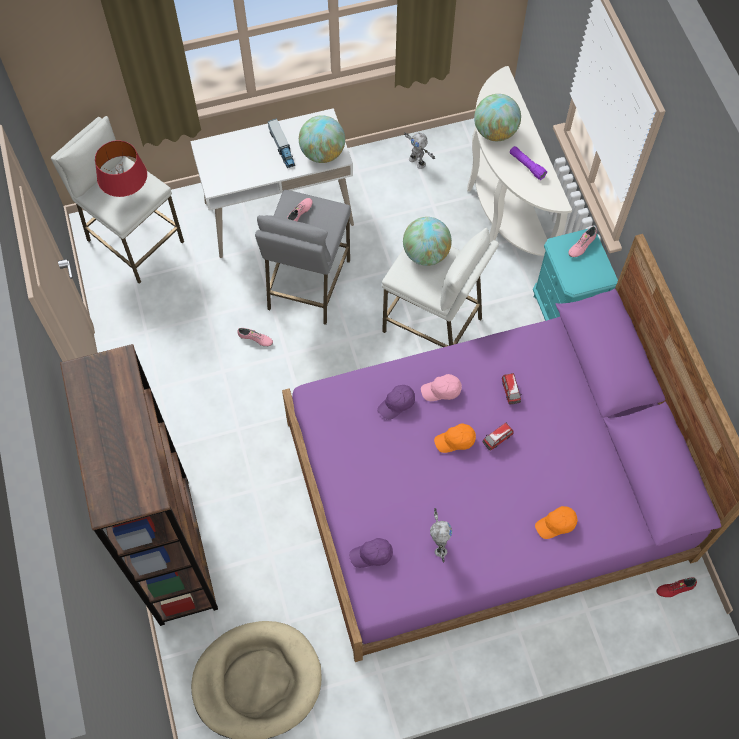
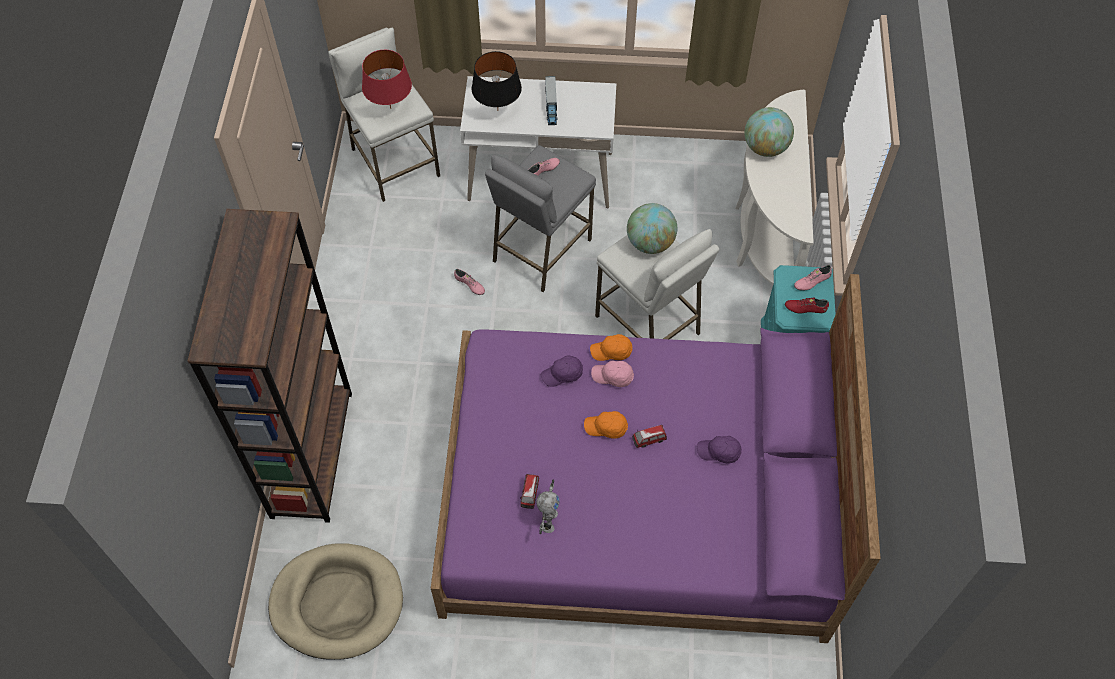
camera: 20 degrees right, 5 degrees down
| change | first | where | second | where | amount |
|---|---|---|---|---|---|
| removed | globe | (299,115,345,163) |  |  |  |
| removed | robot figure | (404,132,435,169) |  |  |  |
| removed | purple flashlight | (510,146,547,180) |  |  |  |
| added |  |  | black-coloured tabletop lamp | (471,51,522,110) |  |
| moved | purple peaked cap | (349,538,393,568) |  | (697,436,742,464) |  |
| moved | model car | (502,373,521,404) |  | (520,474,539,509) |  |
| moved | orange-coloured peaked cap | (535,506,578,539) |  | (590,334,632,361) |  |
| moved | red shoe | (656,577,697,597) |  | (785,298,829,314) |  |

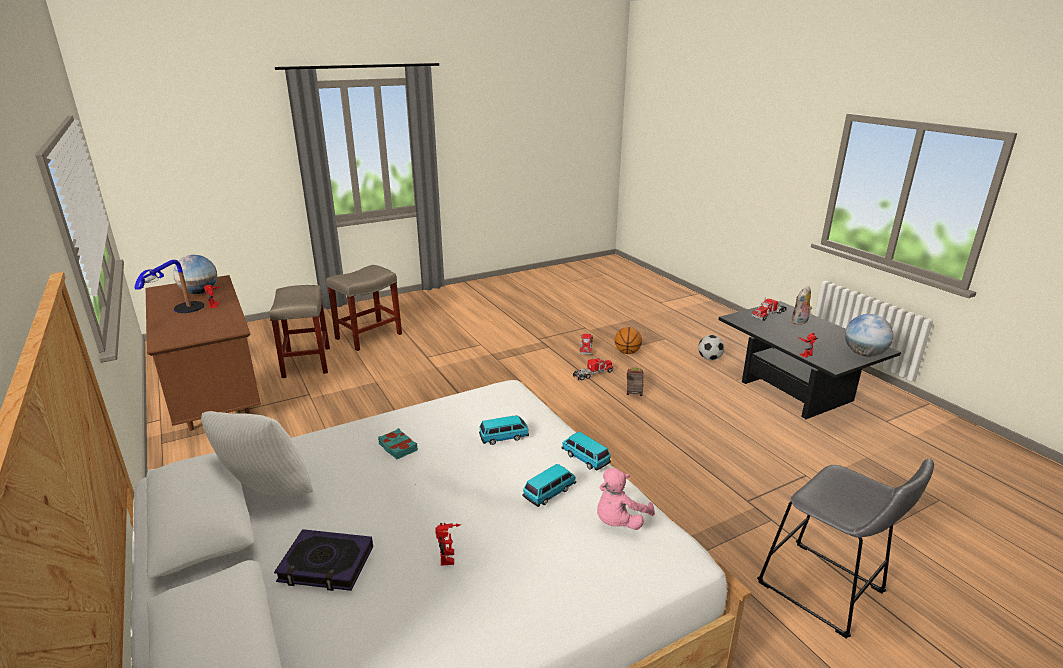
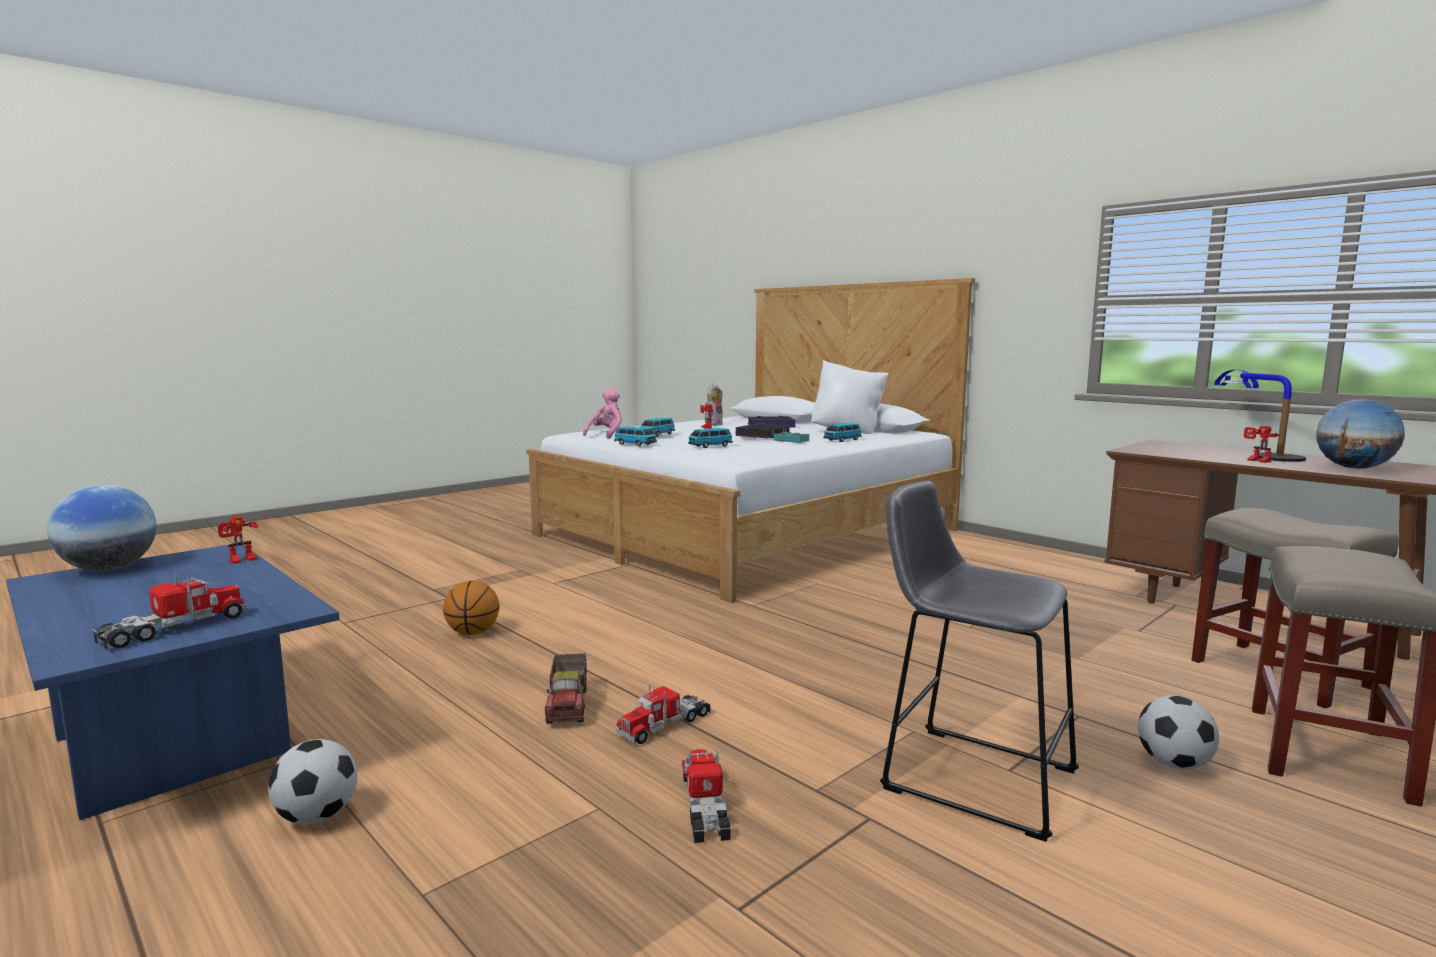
camera: 165 degrees right, 15 degrees down
| change | first | where | second | where | amount |
|---|---|---|---|---|---|
| added |  |  | volume | (736,423,791,438) |  |
| added |  |  | model car | (823,423,862,442) |  |
| added |  |  | ball for football | (1138,696,1219,769) |  |
| moved | basketball ball | (615,327,642,354) |  | (443,581,499,635) |  |
| moved | gray sitting stool | (757,458,934,639) |  | (880,481,1079,842) |  |
| moved | soft toy | (791,286,812,325) |  | (705,383,723,425) |  |
| recoloured | black-coloured lounge table | (718,301,901,419) | blue-coloured lounge table | (6,545,340,820) |  |

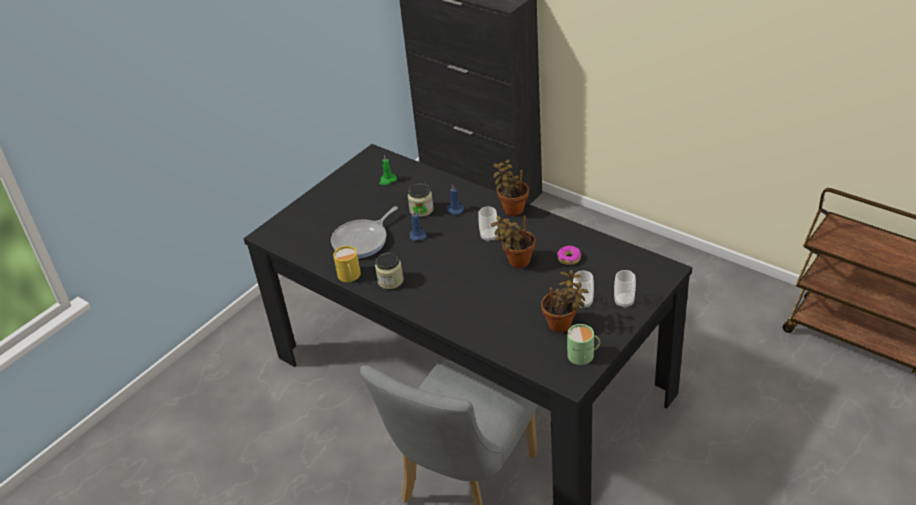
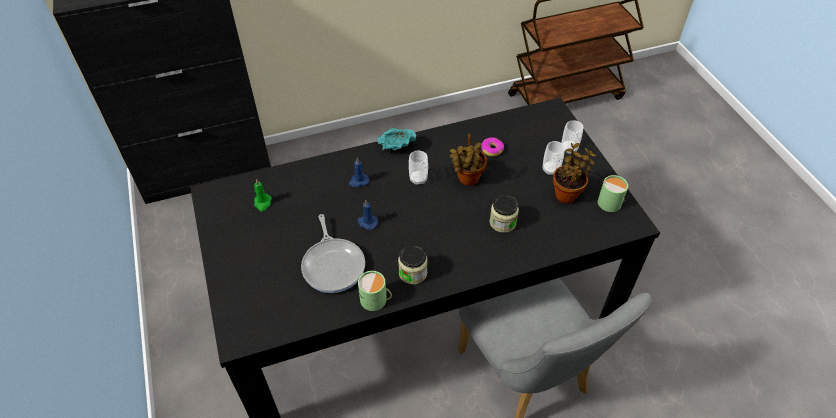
camera: 60 degrees left, 10 degrees up
| change | first | where | second | where | amount |
|---|---|---|---|---|---|
| moved | storage jar | (408,183,434,217) |  | (490,195,519,233) |  |
| replaced | potted plant | (493,160,529,216) | turquoise-coloured serving bowl | (377,128,416,151) |  |
| recoloured | yellow tea mug | (333,246,361,282) | green tea mug | (358,271,392,311) |  |

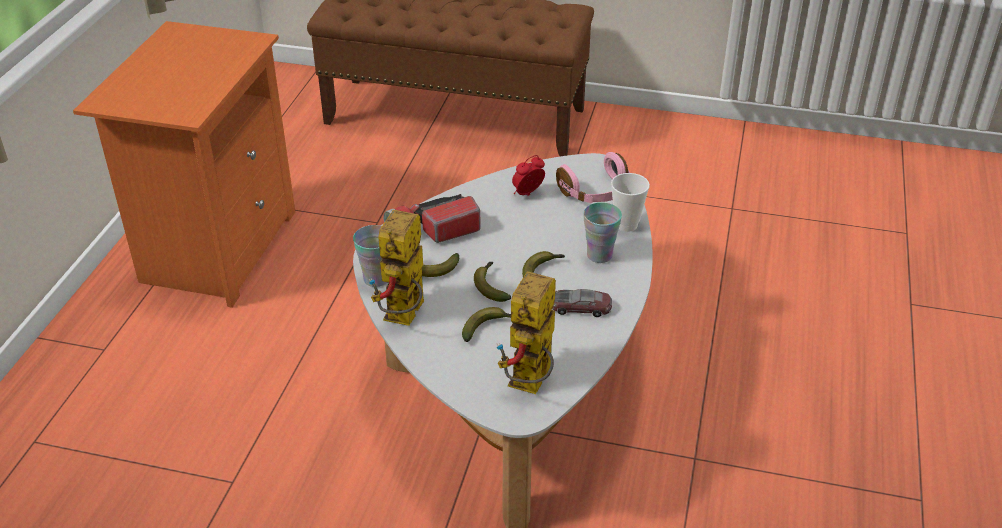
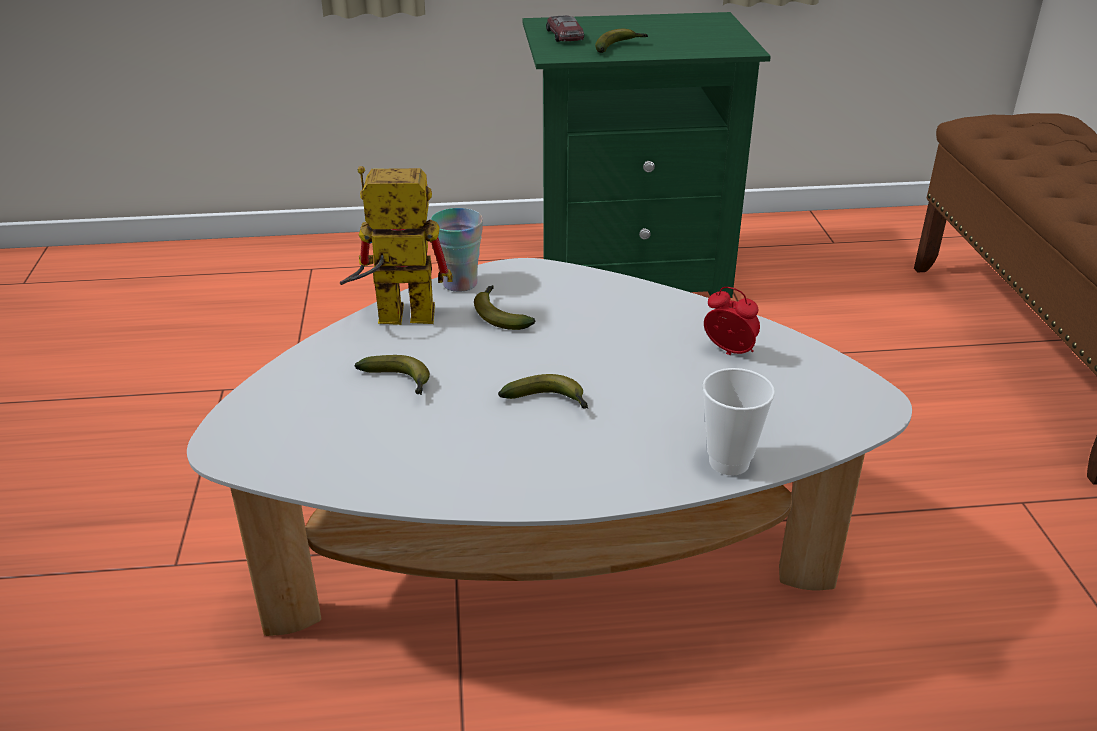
camera: 70 degrees right, 5 degrees down
| change | first | where | second | where | amount |
|---|---|---|---|---|---|
| removed | flashlight | (383,194,481,243) |  |  |  |
| removed | robot figure | (497,271,556,394) |  |  |  |
| removed | pink pair of headphones | (556,152,630,203) |  |  |  |
| removed | small cup | (583,202,622,263) |  |  |  |
| moved | whole banana | (474,262,511,302) |  | (595,29,648,53) |  |
| moved | model car | (552,289,612,317) |  | (546,15,584,42) |  |
| recoloured | orange-coloured bedside table | (73,21,295,308) | green bedside table | (522,12,771,298) |  |

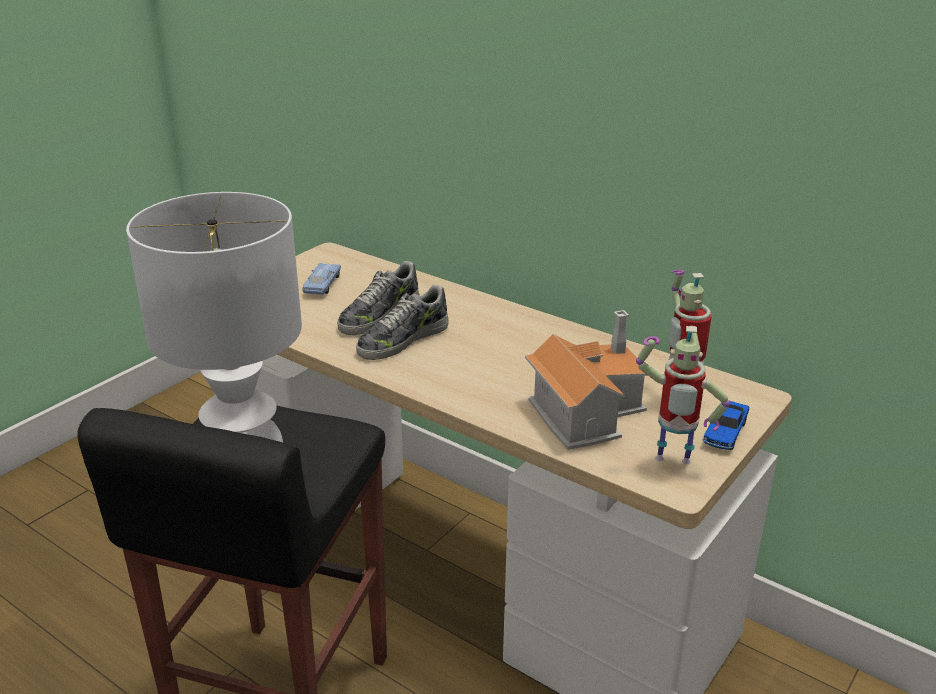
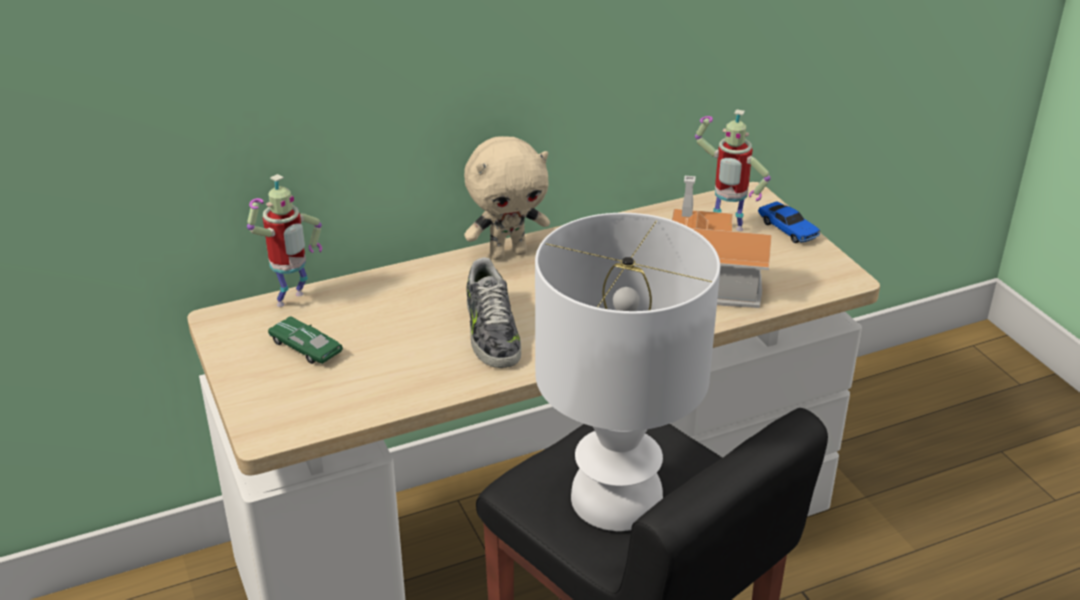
camera: 60 degrees left, 5 degrees up
| change | first | where | second | where | amount |
|---|---|---|---|---|---|
| removed | shoe | (337,261,420,335) |  |  |  |
| added |  |  | sand-coloured soft toy | (464,136,550,260) |  |
| moved | robot figure | (636,326,730,464) |  | (247,174,322,307) |  |
| recoloured | blue-coloured model car | (302,263,341,295) | green model car | (268,317,343,364) |  |

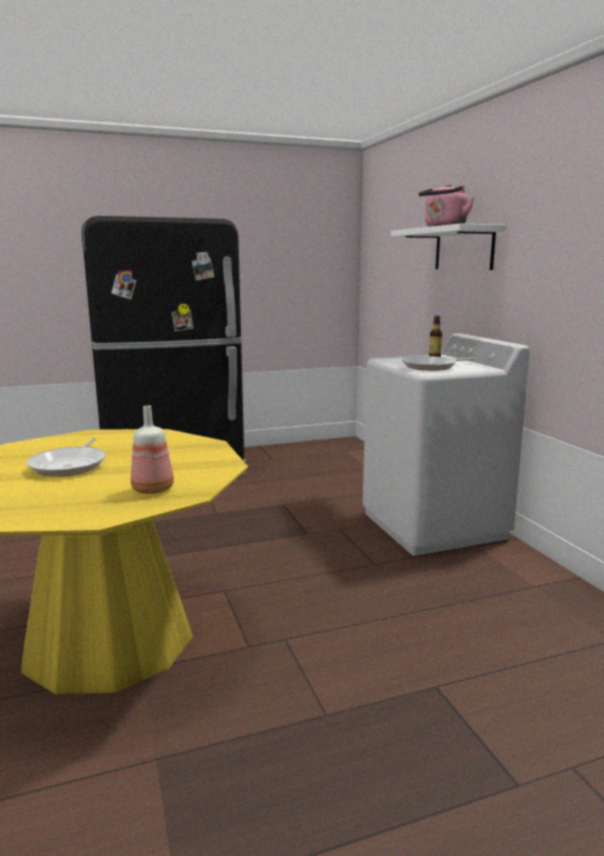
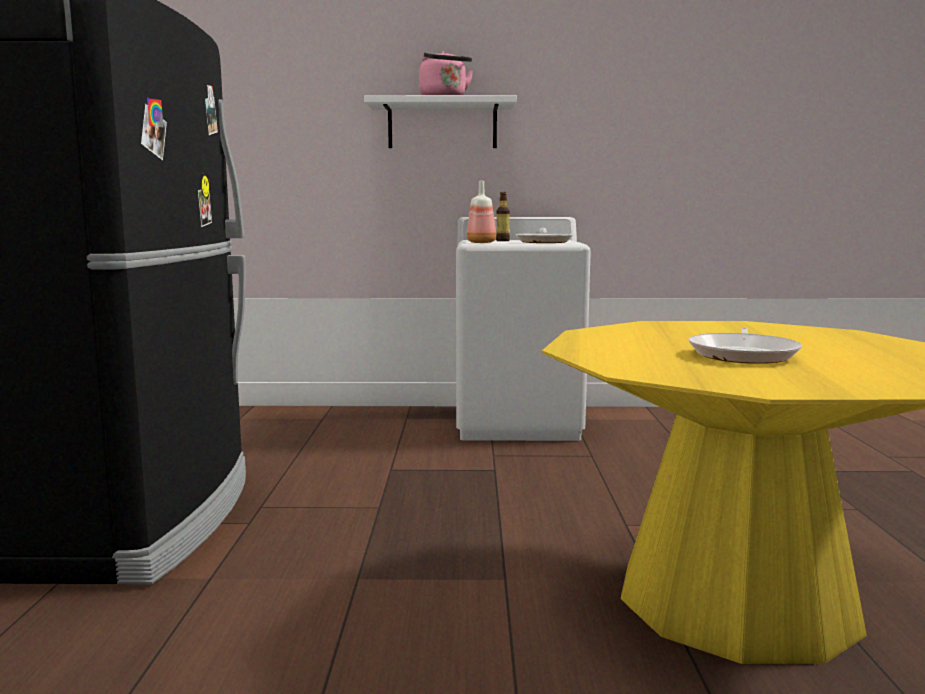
camera: 70 degrees left, 5 degrees down
| change | first | where | second | where | amount |
|---|---|---|---|---|---|
| moved | bottle | (131,405,174,494) |  | (467,181,496,243) |  |
| turned | skillet | (26,437,106,477) |  | (688,328,802,364) | 90 degrees clockwise |

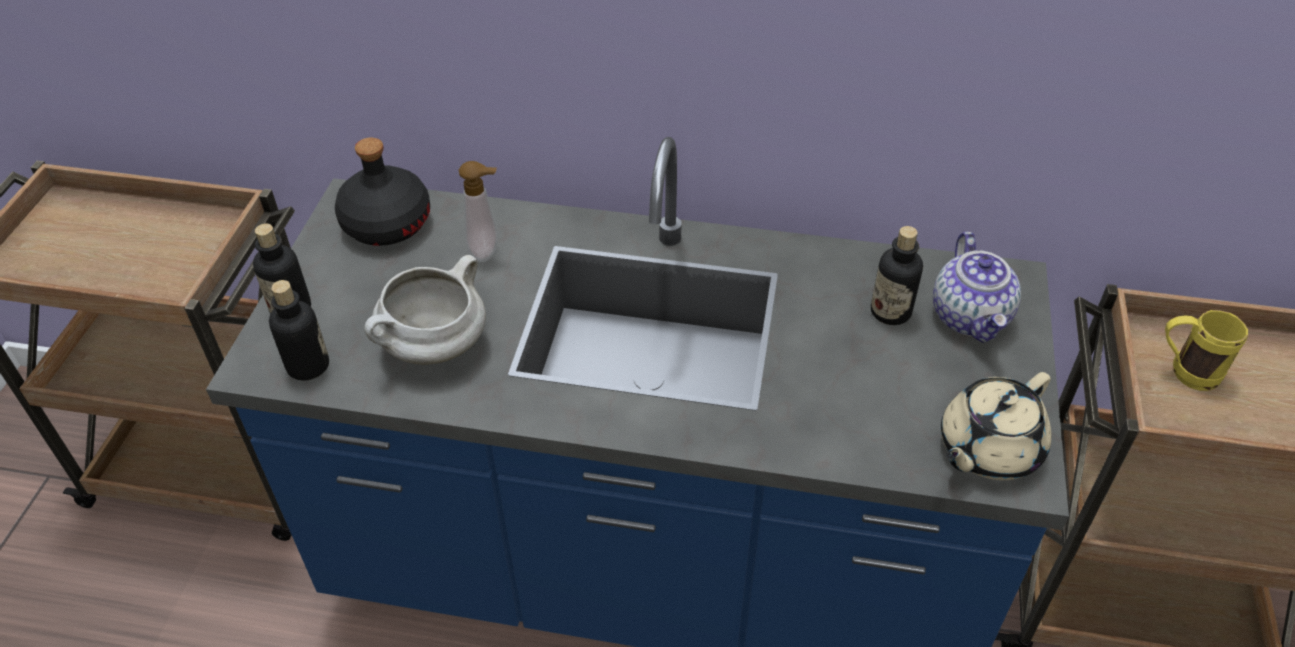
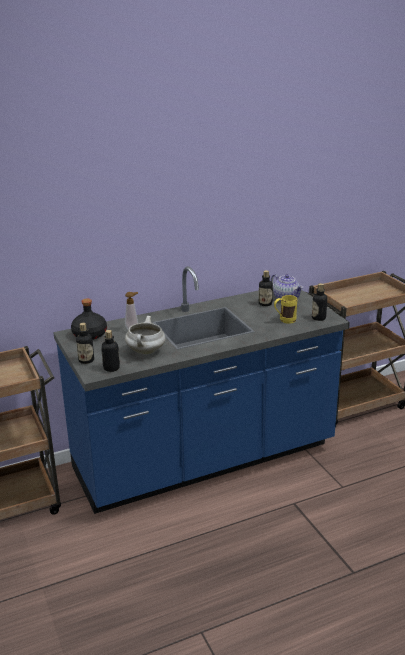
camera: 35 degrees left, 20 degrees down
| change | first | where | second | where | amount |
|---|---|---|---|---|---|
| moved | yellow tea mug | (1165,310,1248,391) |  | (274,295,297,324) |  |
| replaced | sand-coloured tea pot | (941,372,1052,480) | bottle | (312,283,327,321) |  |

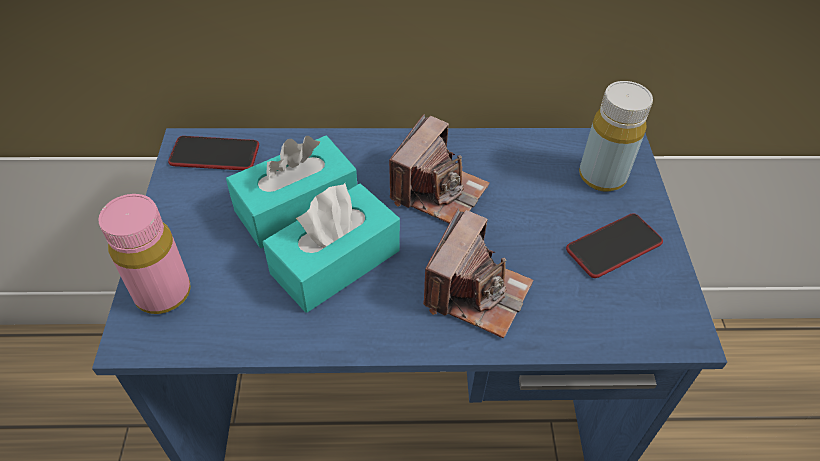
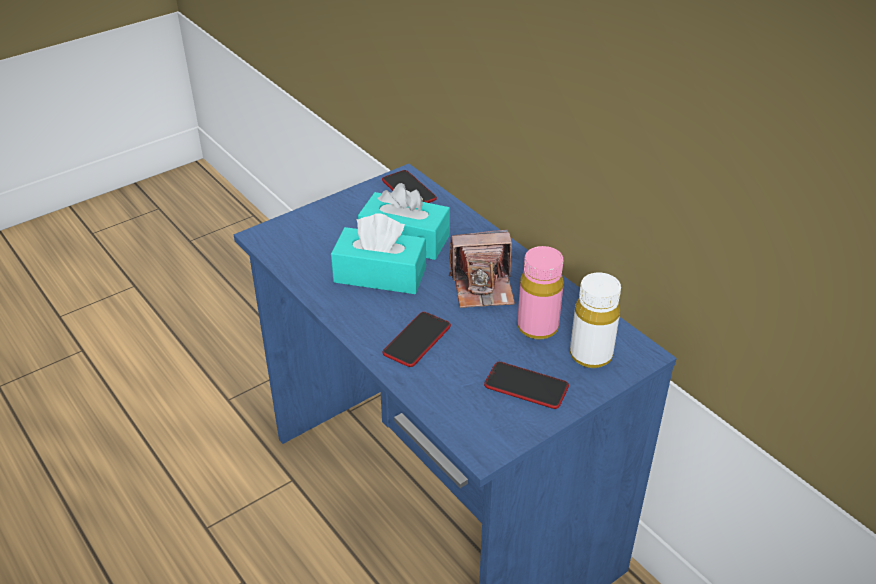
camera: 55 degrees right, 10 degrees down
| change | first | where | second | where | amount |
|---|---|---|---|---|---|
| moved | pink bottle | (99,194,191,314) |  | (517,246,564,340) |  |
| replaced | still camera | (423,208,533,338) | phone | (382,312,451,367) |  |
| recoloured | yellow bottle | (579,81,653,192) | whitish bottle | (570,272,621,368) |  |

